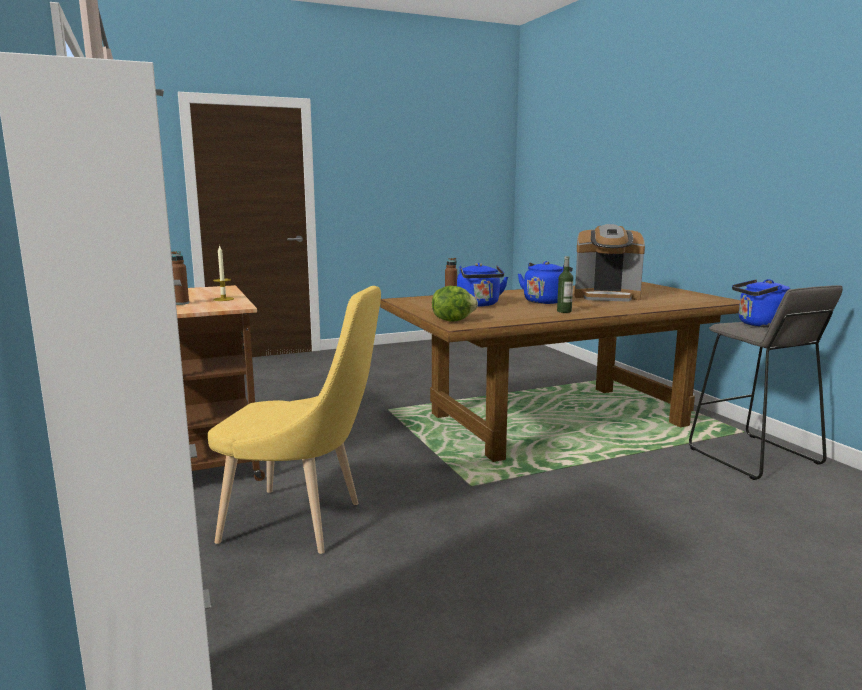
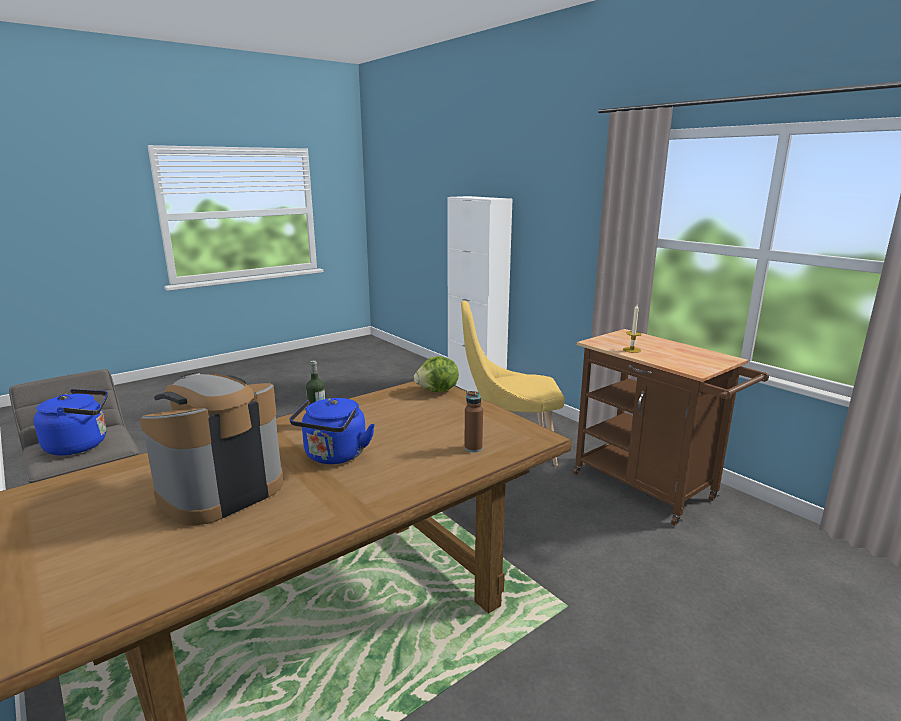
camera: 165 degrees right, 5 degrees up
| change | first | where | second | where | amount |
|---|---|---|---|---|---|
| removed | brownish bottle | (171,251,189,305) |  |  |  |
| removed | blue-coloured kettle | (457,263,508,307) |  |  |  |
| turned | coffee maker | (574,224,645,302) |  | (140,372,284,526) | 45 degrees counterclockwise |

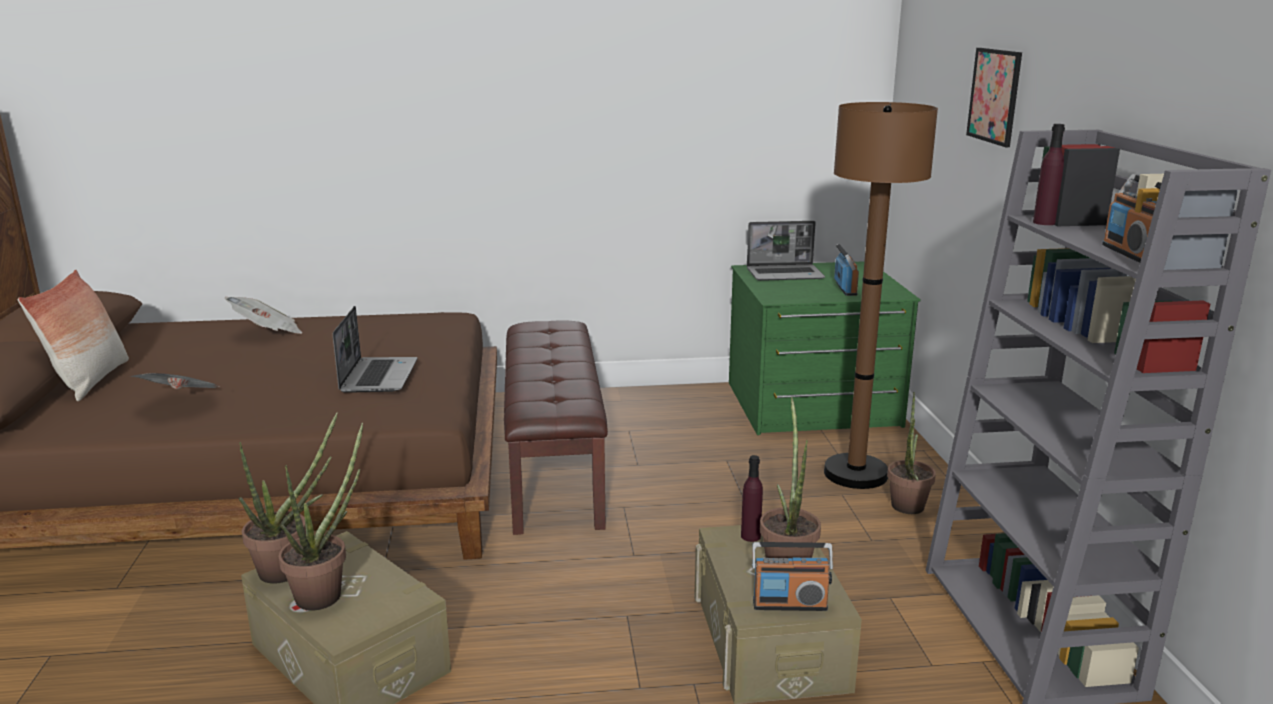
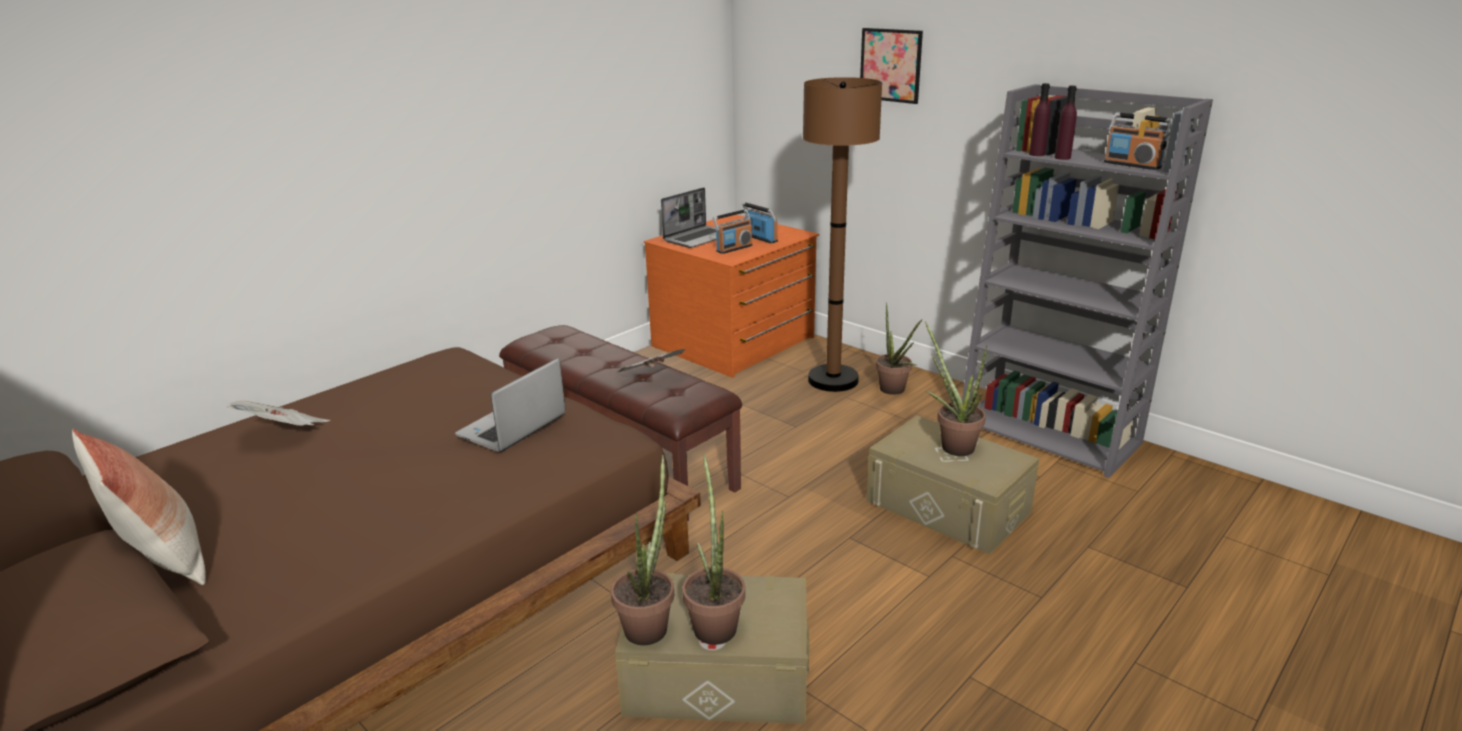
camera: 40 degrees left, 5 degrees up
| change | first | where | second | where | amount |
|---|---|---|---|---|---|
| moved | daily paper | (129,373,220,389) |  | (617,349,685,373) |  |
| moved | purple bottle | (741,455,763,542) |  | (1054,86,1077,160) |  |
| moved | radio receiver | (752,542,833,611) |  | (713,209,753,254) |  |
| recoloured | green chest of drawers | (729,261,921,435) | orange-coloured chest of drawers | (644,215,819,378) |  |
| turned | notebook computer | (333,306,418,393) |  | (455,358,566,452) | 105 degrees counterclockwise |

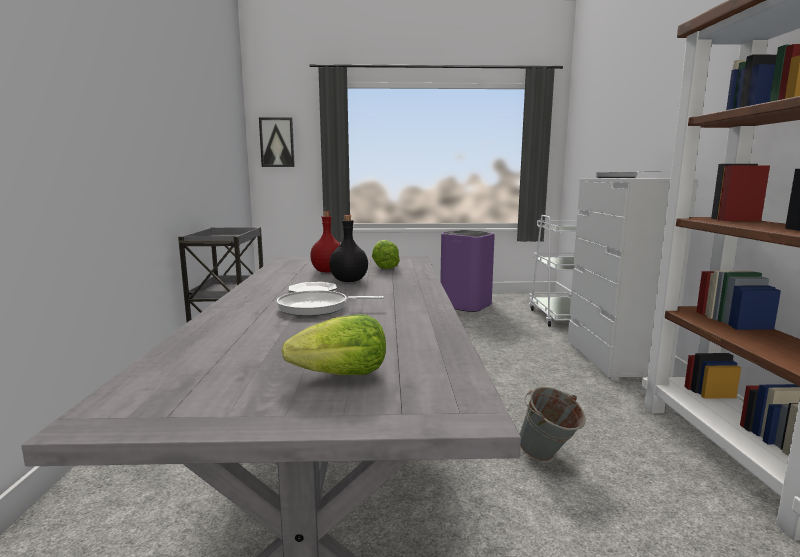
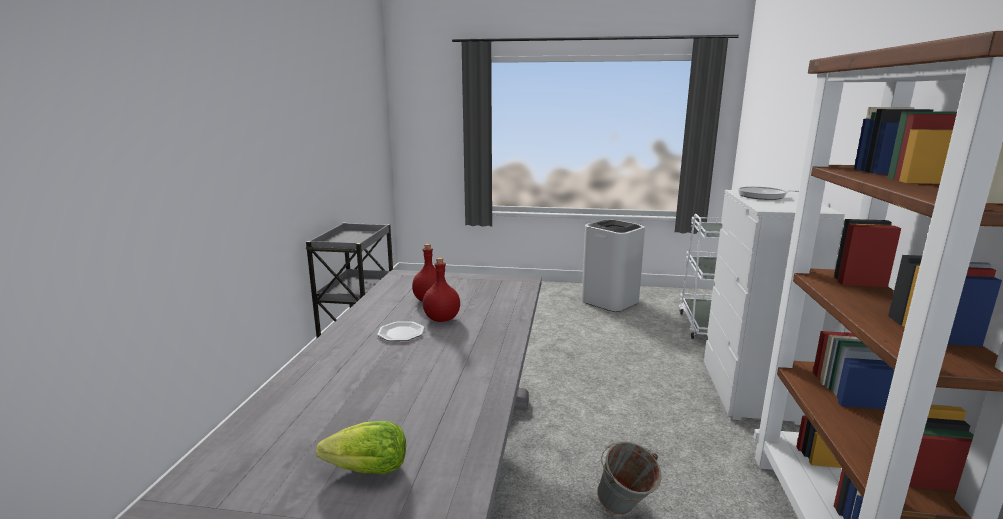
camera: 10 degrees right, 5 degrees up
| change | first | where | second | where | amount |
|---|---|---|---|---|---|
| removed | wall art | (259,117,295,167) |  |  |  |
| removed | skillet | (277,290,384,316) |  |  |  |
| removed | lettuce head | (372,240,400,269) |  |  |  |
| recoloured | black-coloured bottle | (329,215,368,282) | red bottle | (423,258,460,322) |  |
| recoloured | purple trash can | (440,230,495,312) | whitish trash can | (582,219,645,312) |  |

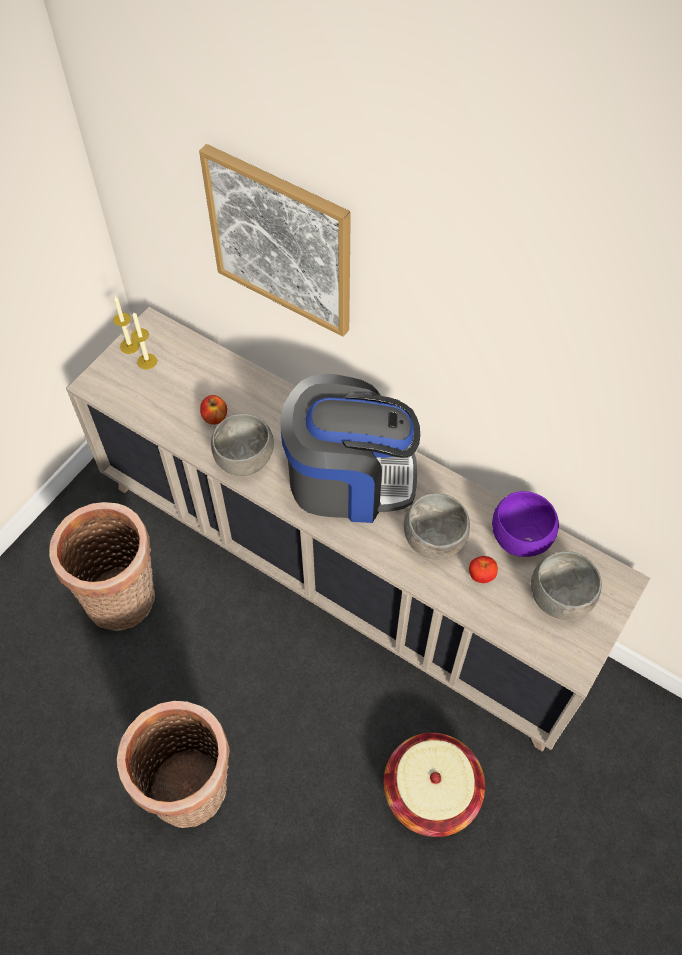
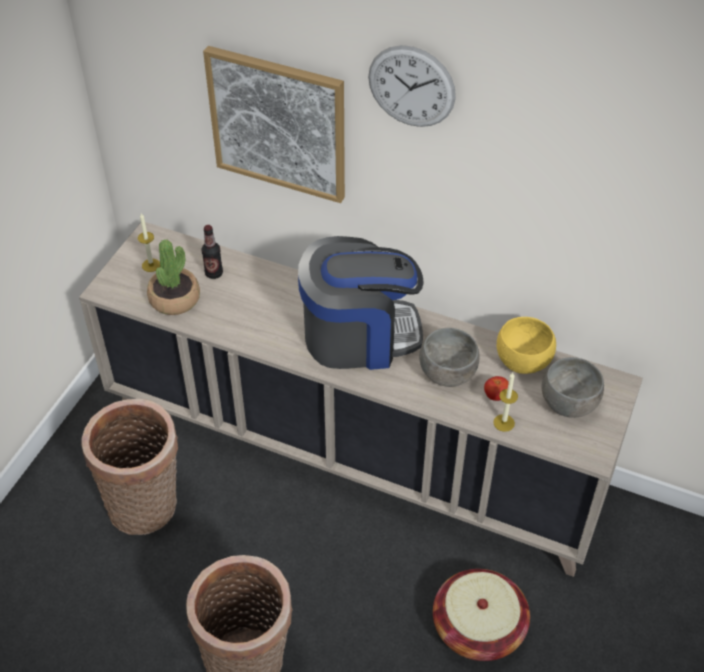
camera: 10 degrees left, 10 degrees down
| change | first | where | second | where | amount |
|---|---|---|---|---|---|
| removed | apple | (200,395,227,425) |  |  |  |
| removed | gray serving bowl | (211,414,274,476) |  |  |  |
| added |  |  | potted plant | (147,239,200,315) |  |
| added |  |  | bottle | (201,225,223,279) |  |
| added |  |  | wall clock | (368,45,456,127) |  |
| moved | wax candle | (113,296,140,354) |  | (493,373,518,432) |  |
| recoloured | purple serving bowl | (492,491,559,557) | yellow serving bowl | (497,317,556,374) |  |

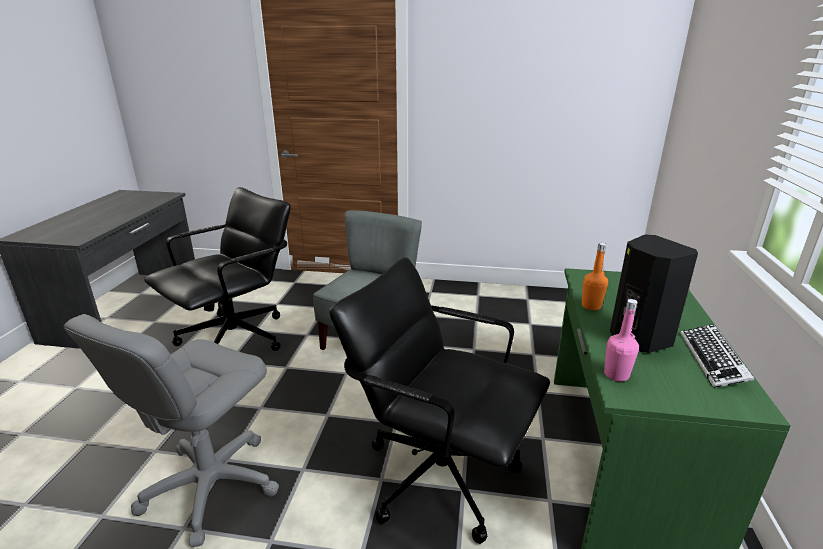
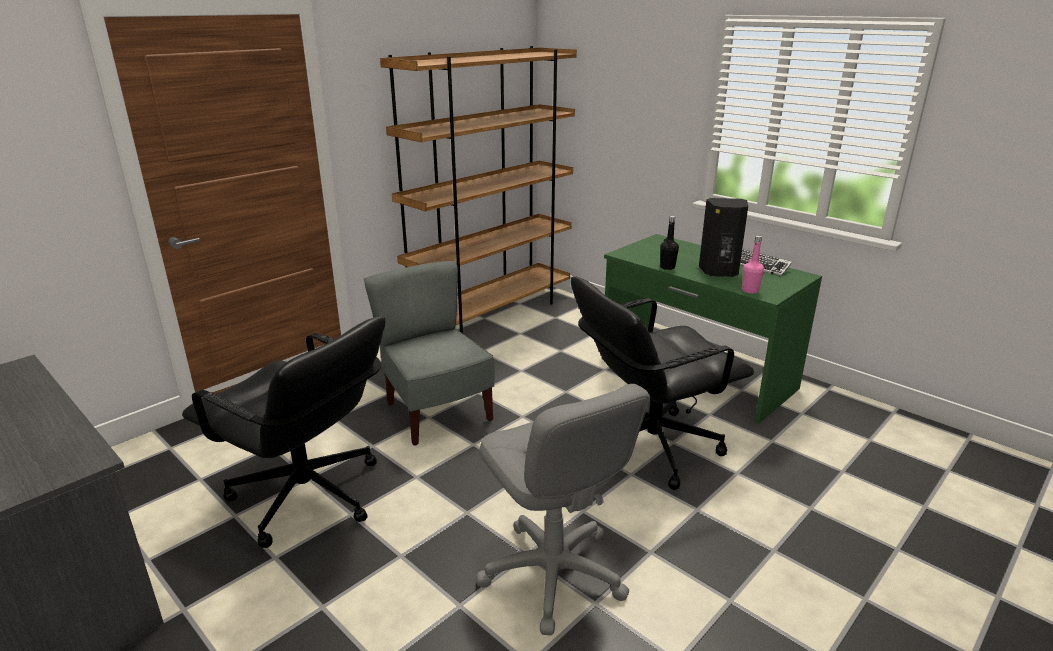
camera: 55 degrees left, 0 degrees up
| change | first | where | second | where | amount |
|---|---|---|---|---|---|
| added |  |  | brownish bookcase | (380,46,577,334) |  |
| recoloured | orange-coloured bottle | (582,243,608,310) | black-coloured bottle | (660,216,679,270) |  |
| turned | black-coloured computer chair | (144,187,291,351) |  | (182,316,385,548) | 135 degrees clockwise |

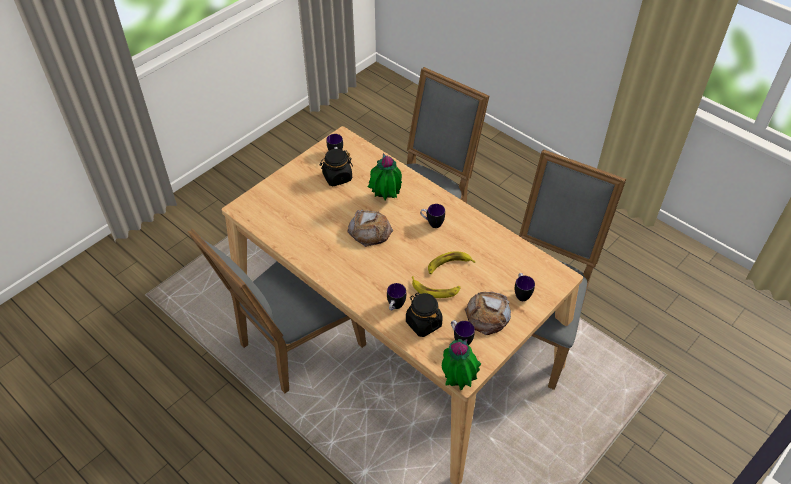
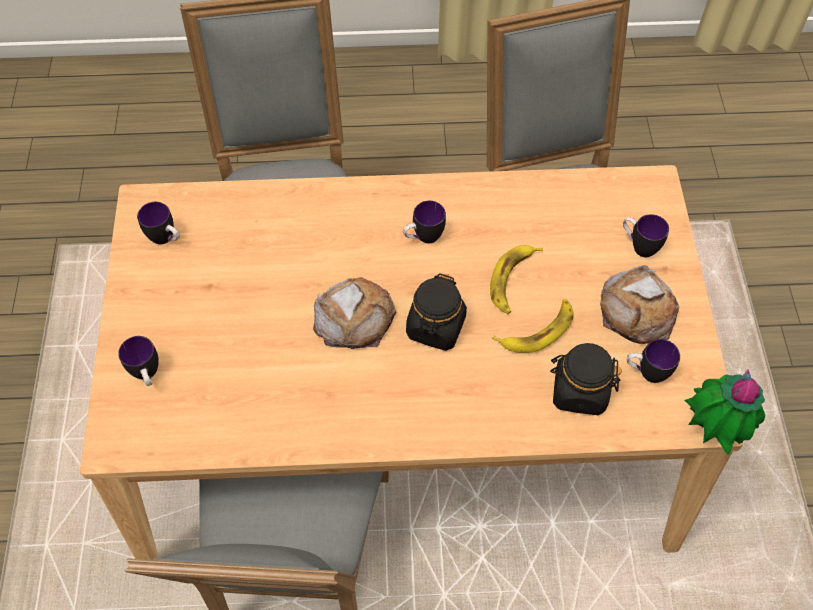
camera: 45 degrees left, 10 degrees up
| change | first | where | second | where | amount |
|---|---|---|---|---|---|
| removed | potted plant | (368,153,402,201) |  |  |  |
| moved | black-coloured storage jar | (319,149,353,186) |  | (406,273,467,351) |  |
| moved | tea mug | (387,283,406,310) |  | (118,336,159,386) |  |

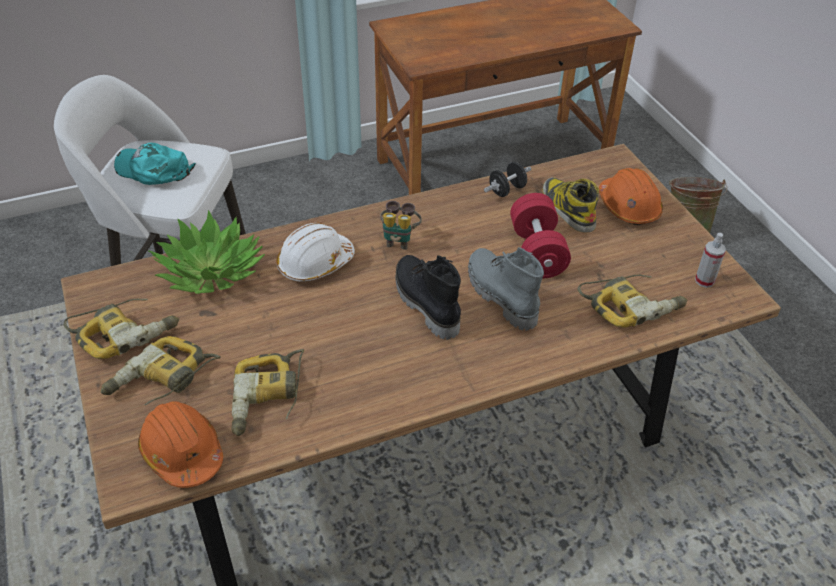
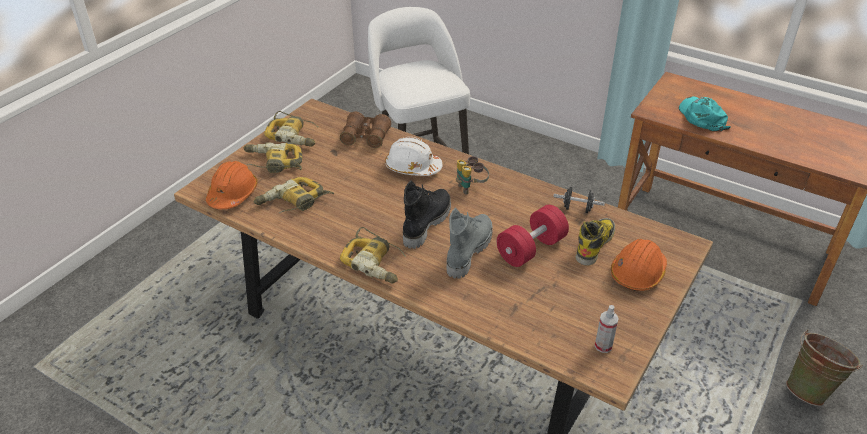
camera: 55 degrees right, 5 degrees down
| change | first | where | second | where | amount |
|---|---|---|---|---|---|
| moved | turquoise-coloured peaked cap | (114,143,196,185) |  | (679,97,731,132) |  |
| moved | drill | (577,274,687,328) |  | (340,227,406,283) |  |
| replaced | potted plant | (148,210,265,294) | brownish field glasses | (340,112,391,148) |  |

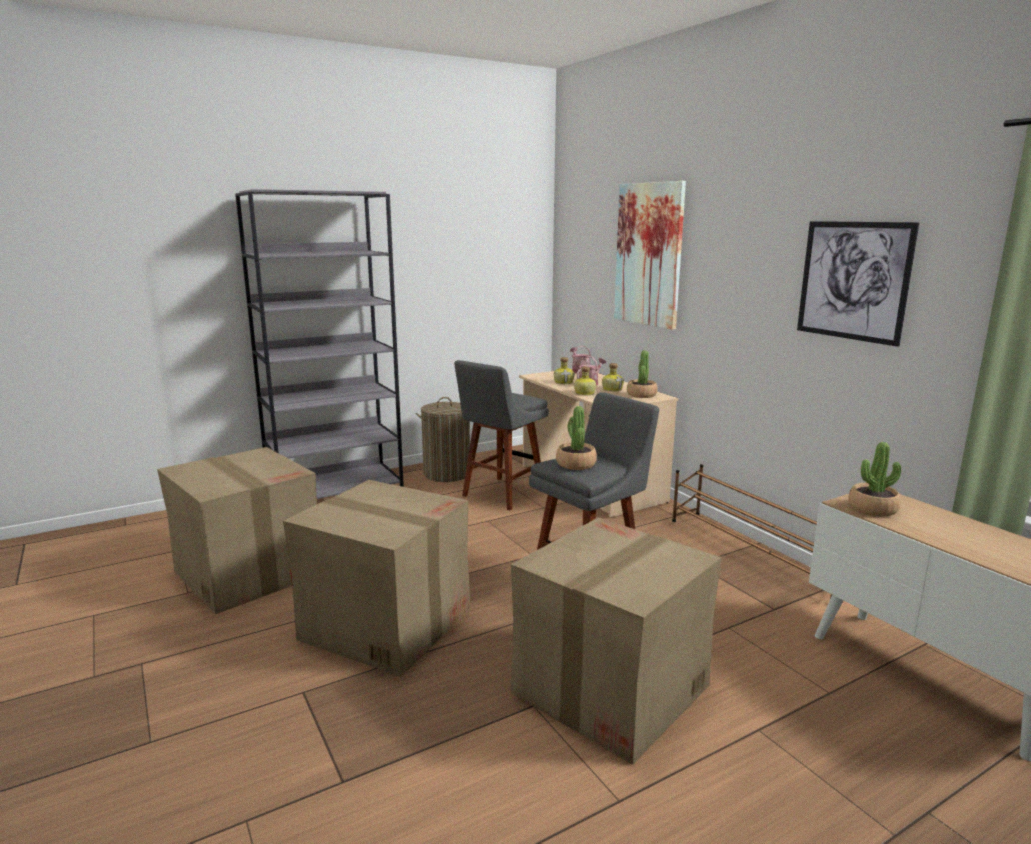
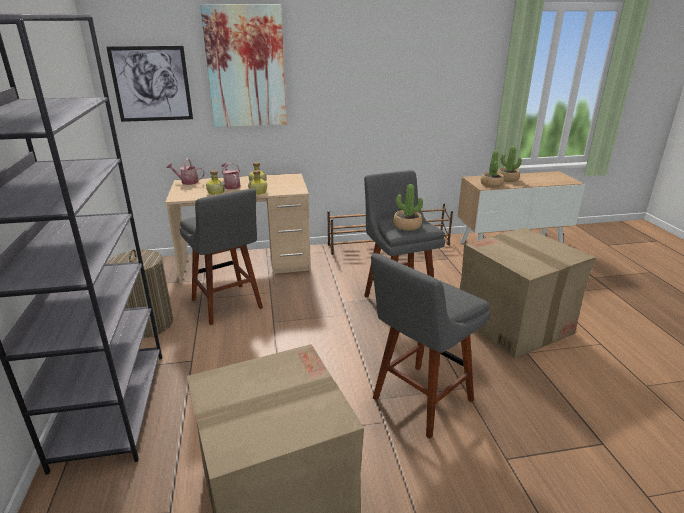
camera: 70 degrees left, 10 degrees up
| change | first | where | second | where | amount |
|---|---|---|---|---|---|
| moved | potted plant | (627,350,658,398) |  | (497,146,522,182) |  |
| moved | wall art | (797,221,919,347) |  | (106,46,193,122) |  |
| replaced | carton | (283,480,470,676) | gray sitting stool | (371,253,490,439) |  |

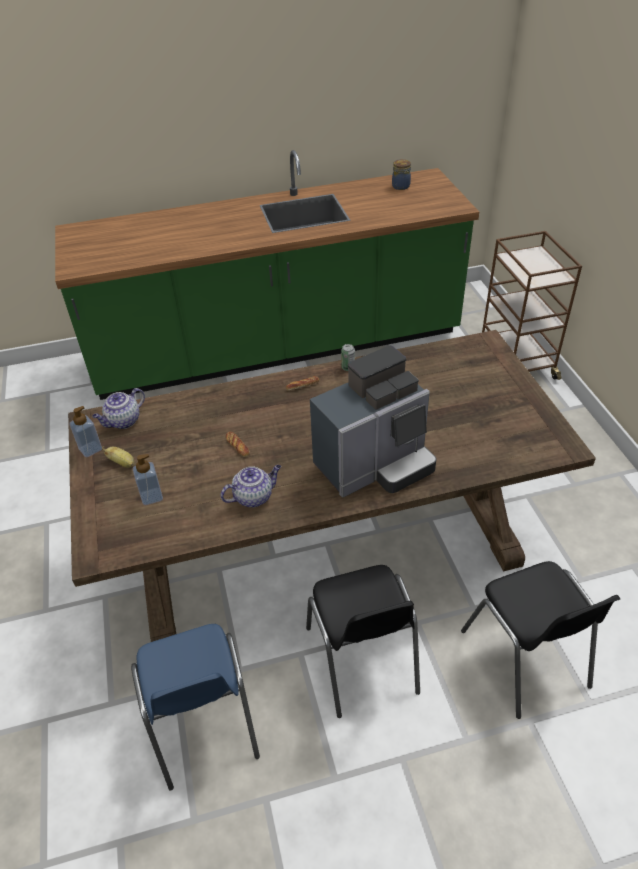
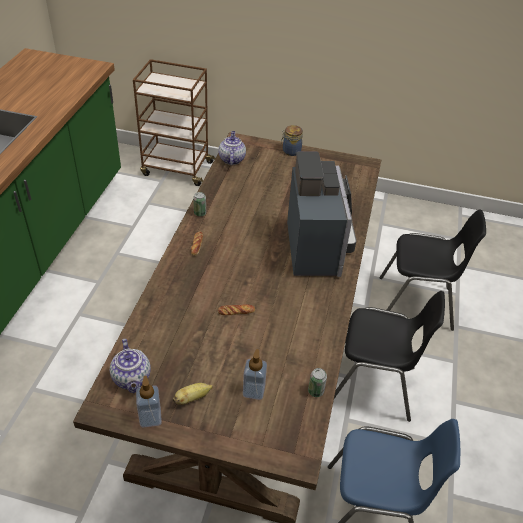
camera: 65 degrees left, 0 degrees up
| change | first | where | second | where | amount |
|---|---|---|---|---|---|
| added |  |  | can | (308,368,327,397) |  |
| moved | tea pot | (220,465,281,508) |  | (218,131,246,165) |  |
| moved | storage jar | (392,159,411,190) |  | (281,125,303,156) |  |

